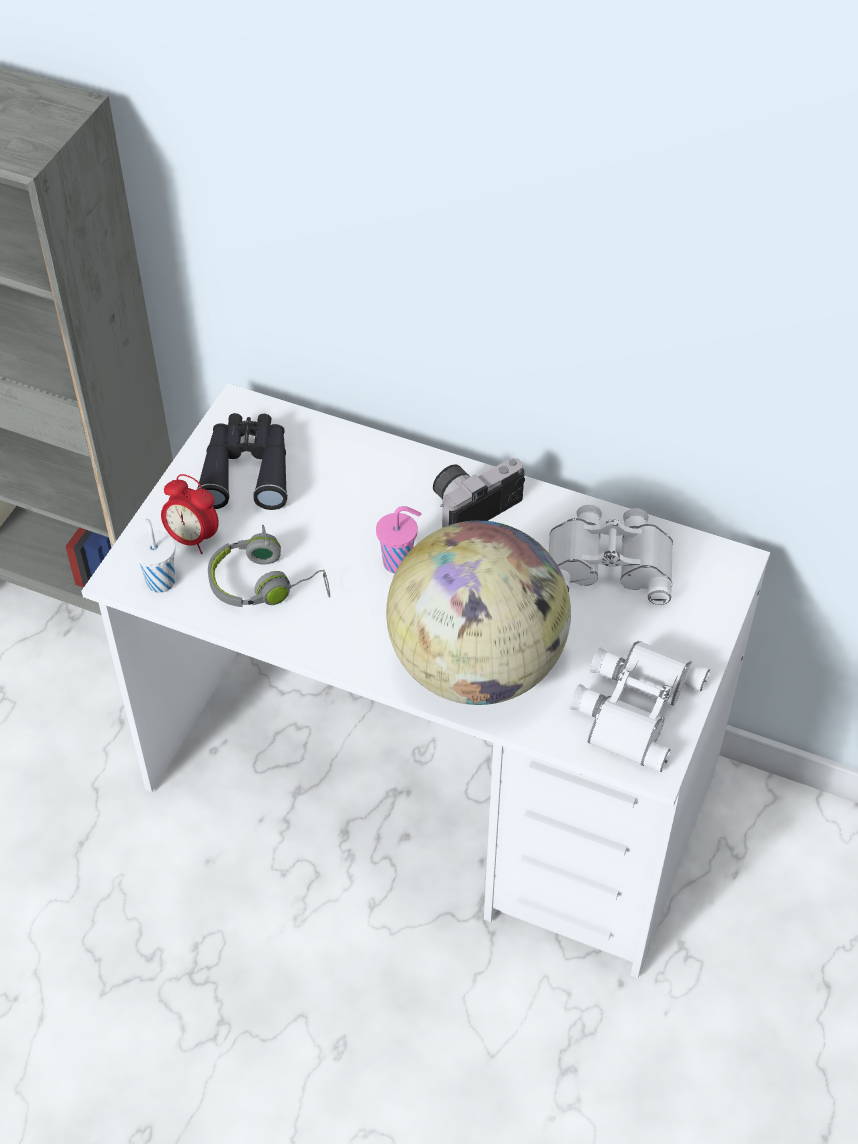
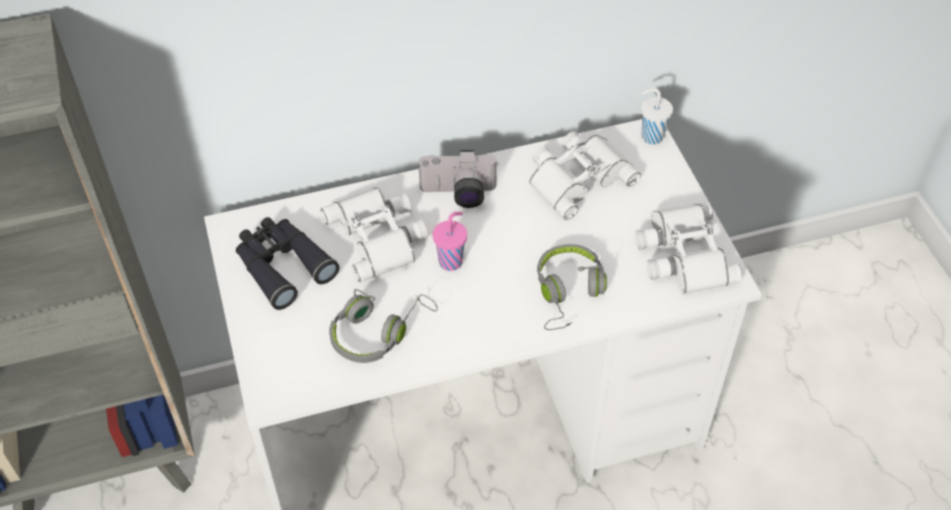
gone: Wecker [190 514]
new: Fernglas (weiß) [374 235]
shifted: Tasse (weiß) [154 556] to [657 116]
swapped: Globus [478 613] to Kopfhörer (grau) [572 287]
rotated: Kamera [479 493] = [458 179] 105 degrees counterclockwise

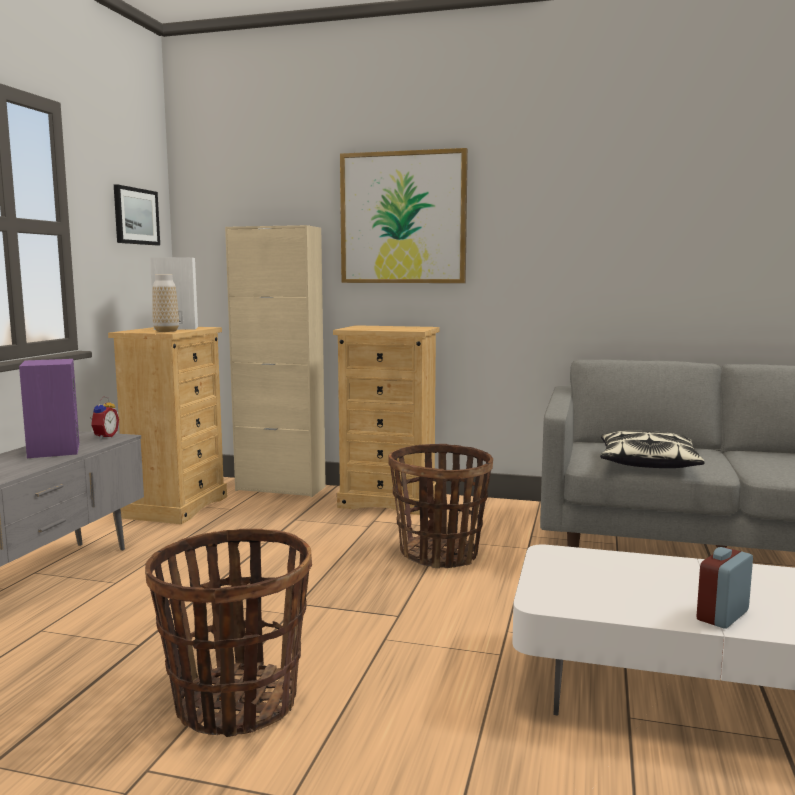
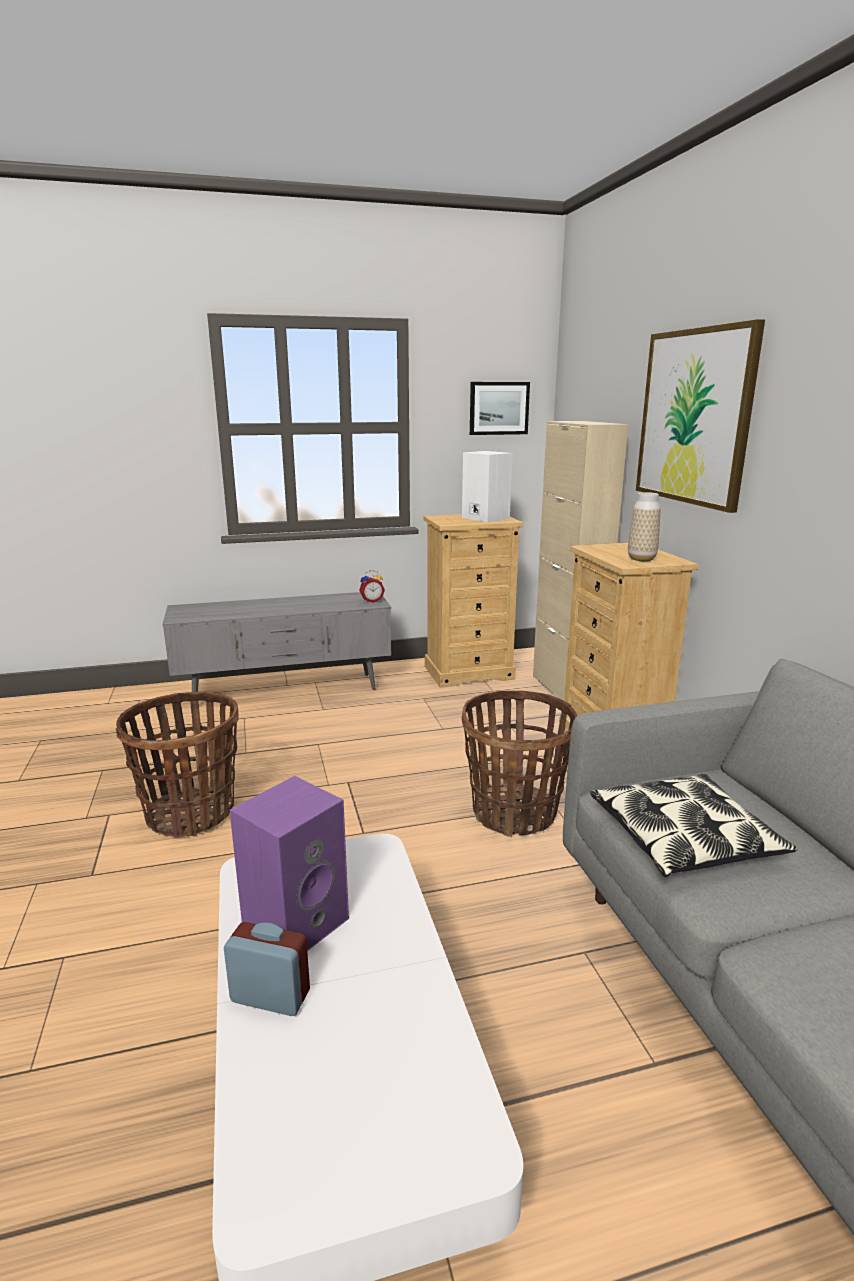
shifted: Lautsprecher (lila) [49 408] to [289 863]; Vase [166 303] to [644 526]

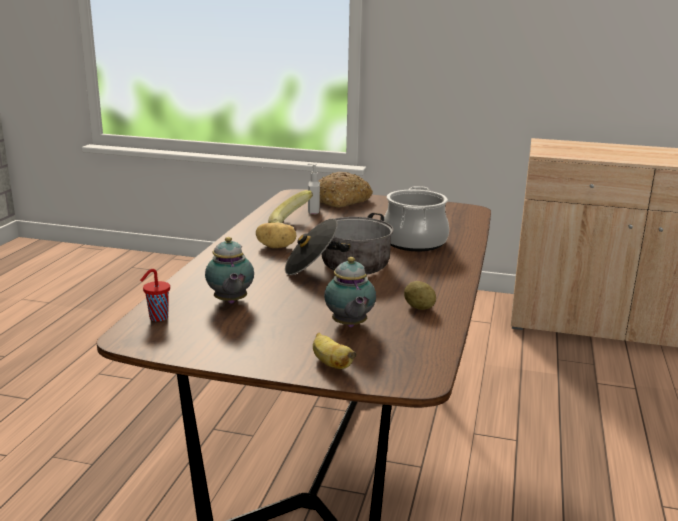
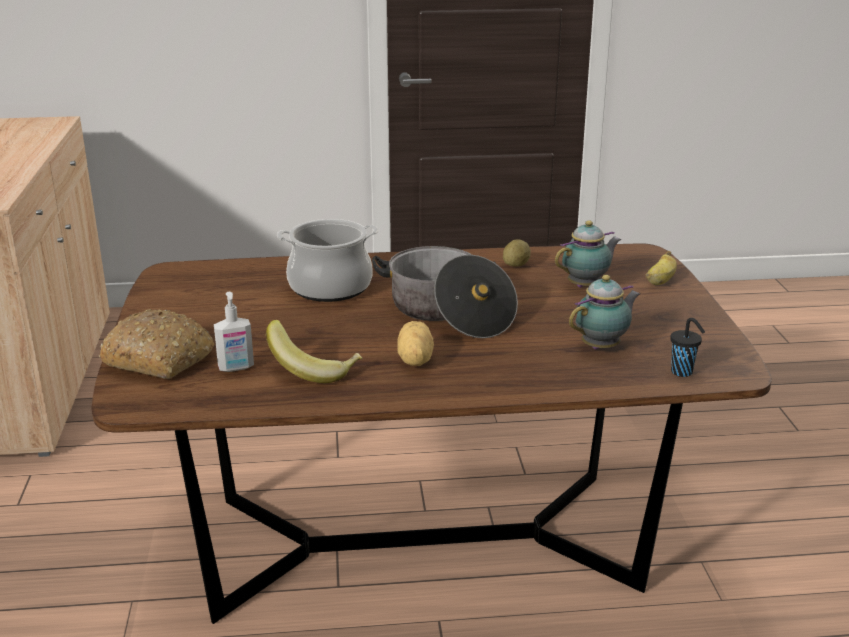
repainted: Tasse (rot) [155 295] to Tasse (schwarz) [687 347]

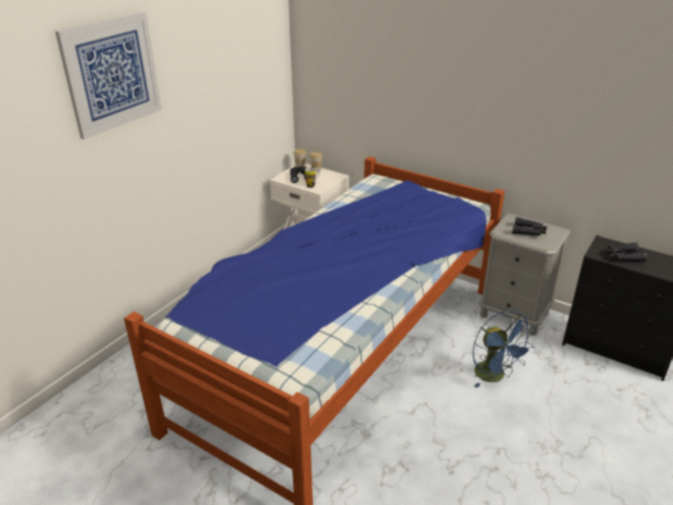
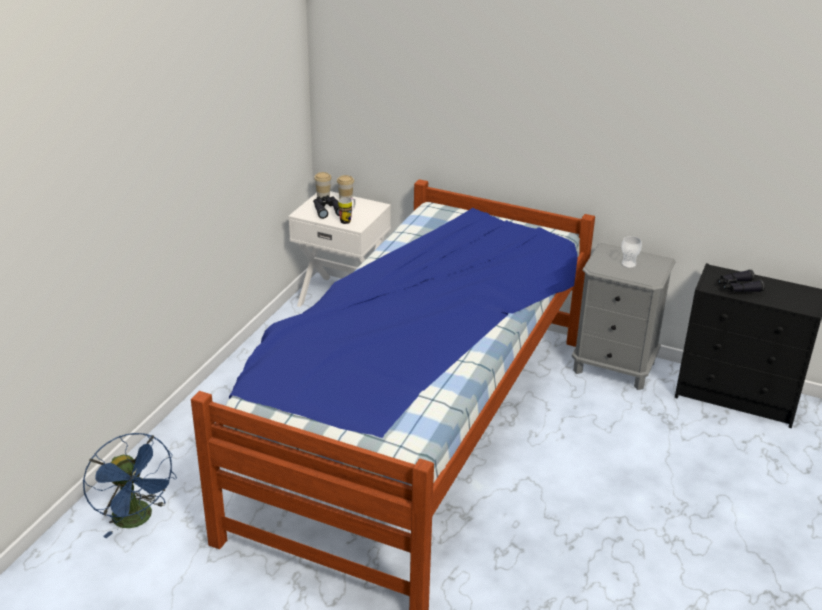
gone: Bild [108 75]
shifted: Ventilator (blau) [504 349] to [130 485]
swapped: Fernglas (schwarz) [529 226] to Tasse [631 252]

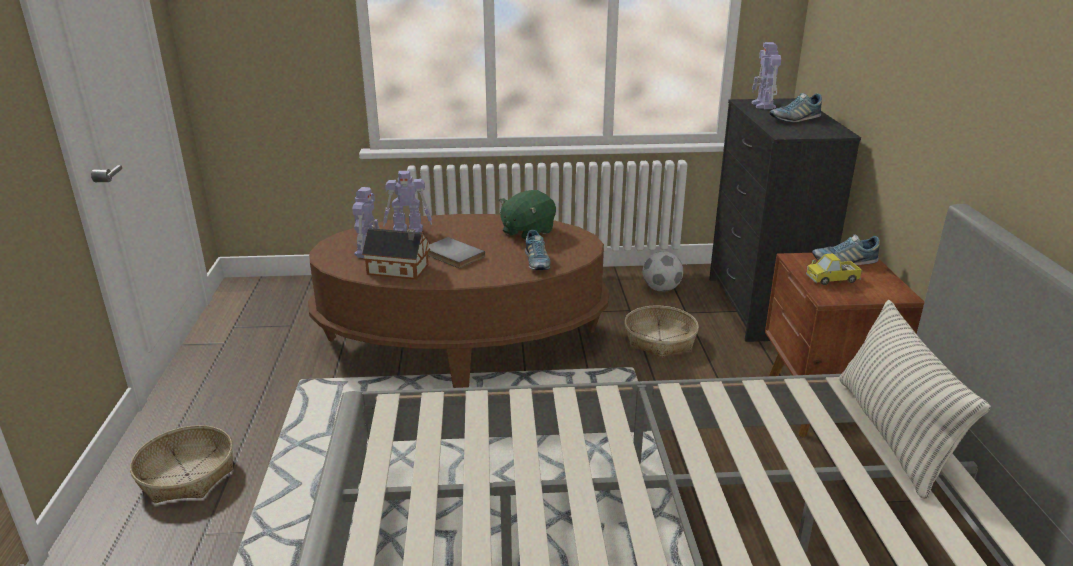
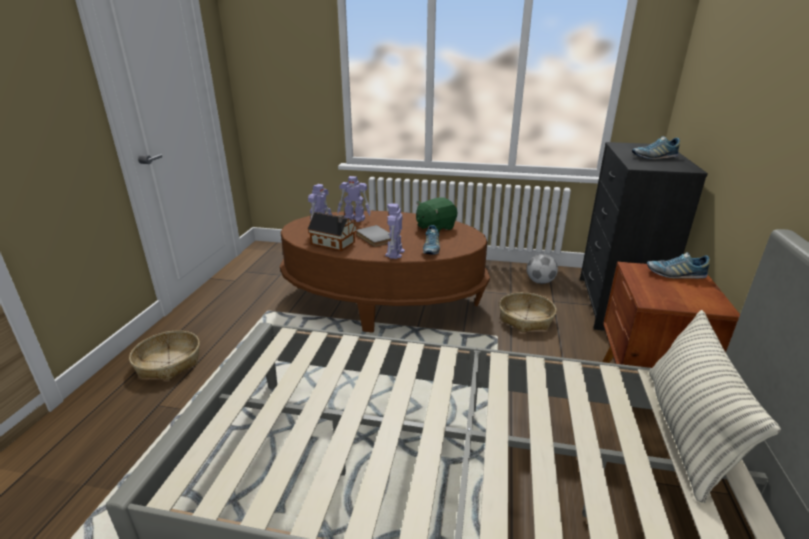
gone: Spielzeuglaster [834 269]
shifted: Spielzeugroboter [766 75] to [395 231]

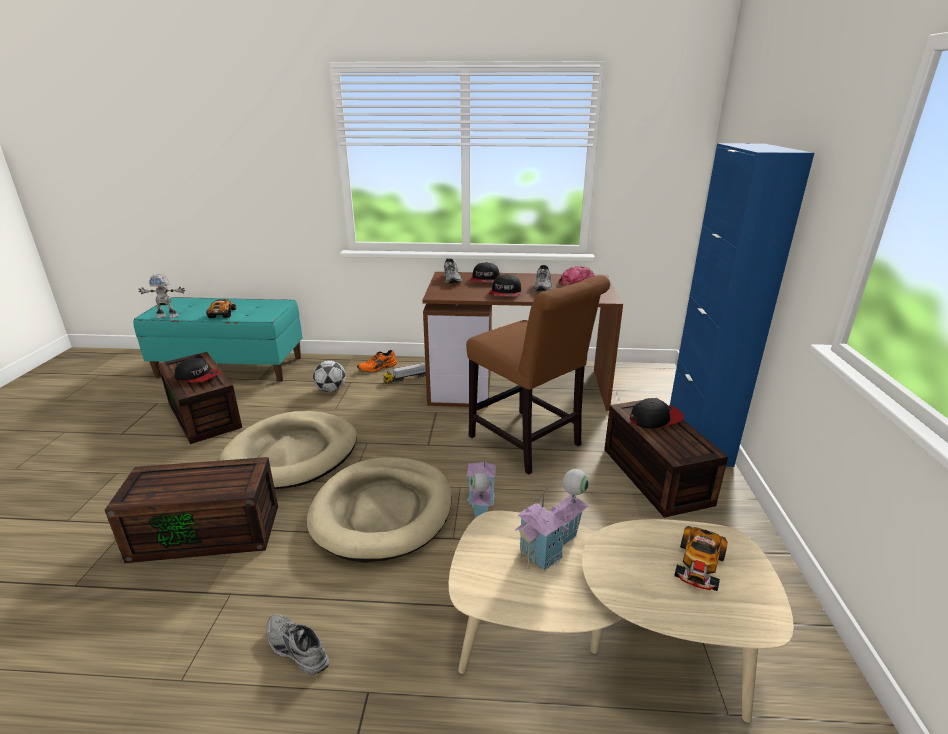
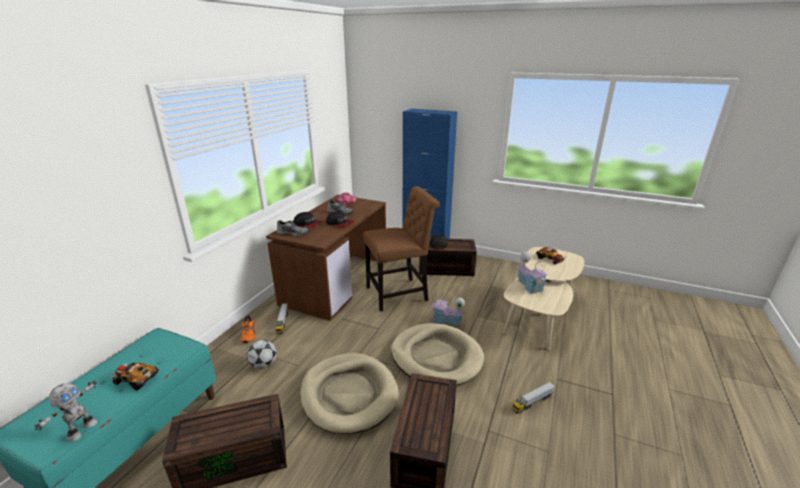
gone: Kappe [197 370]
swapped: Schuh (grau) [297 644] to Spielzeuglaster [533 397]

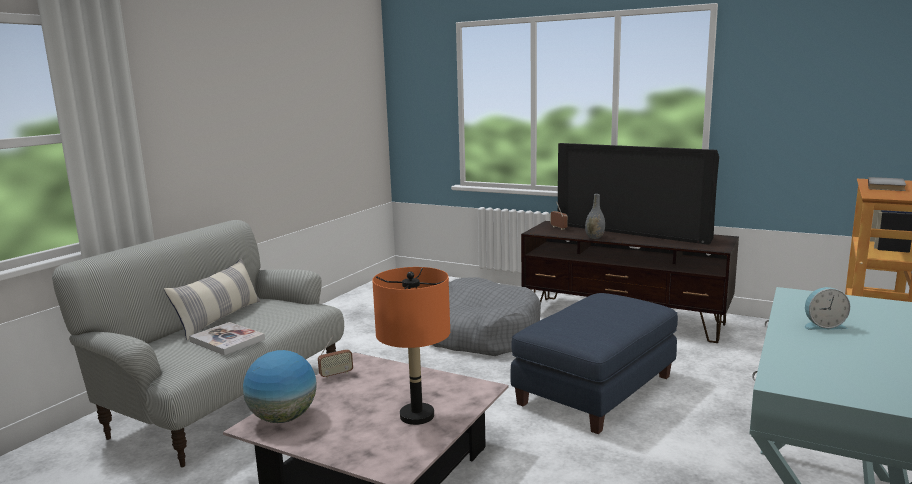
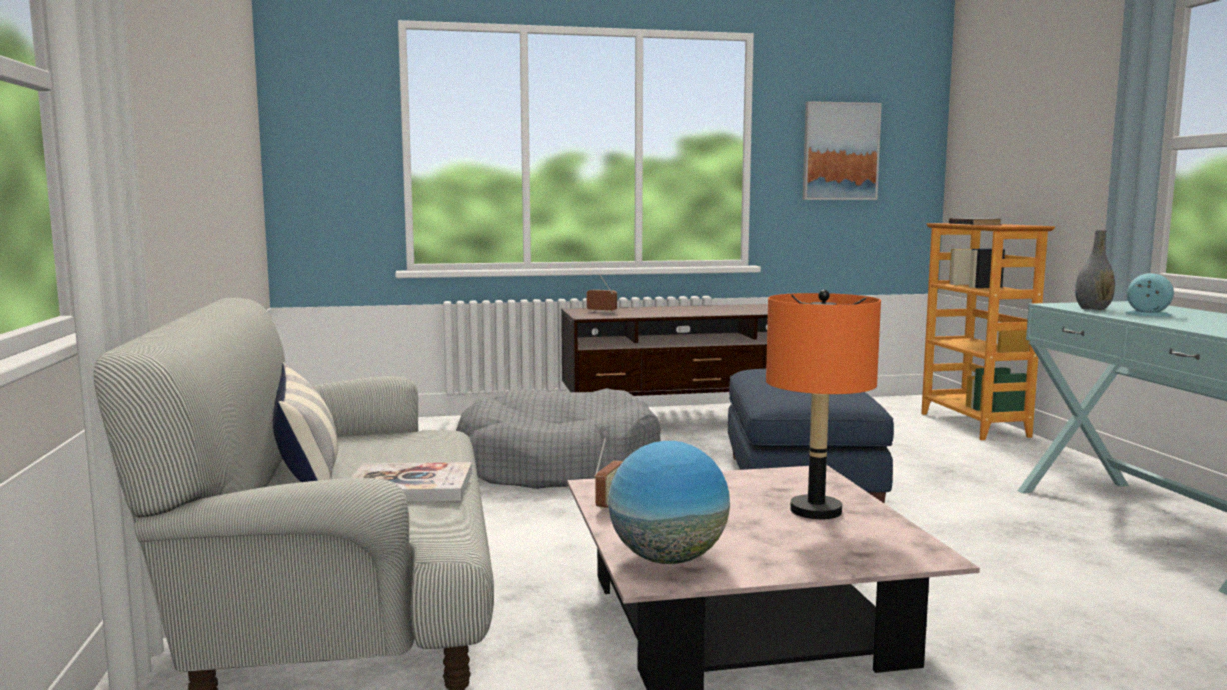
gone: Fernseher [638 194]
new: Bild [842 150]
shifted: Vase (grau) [595 216] to [1095 270]
rotated: Wecker [827 308] = [1150 295] 105 degrees counterclockwise

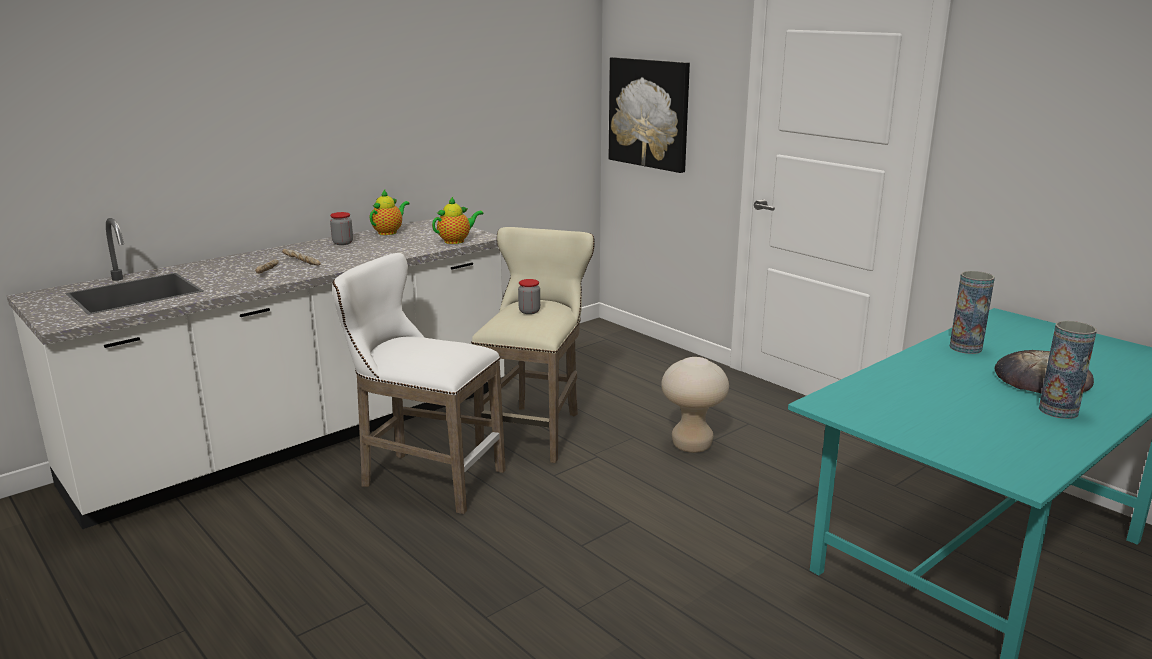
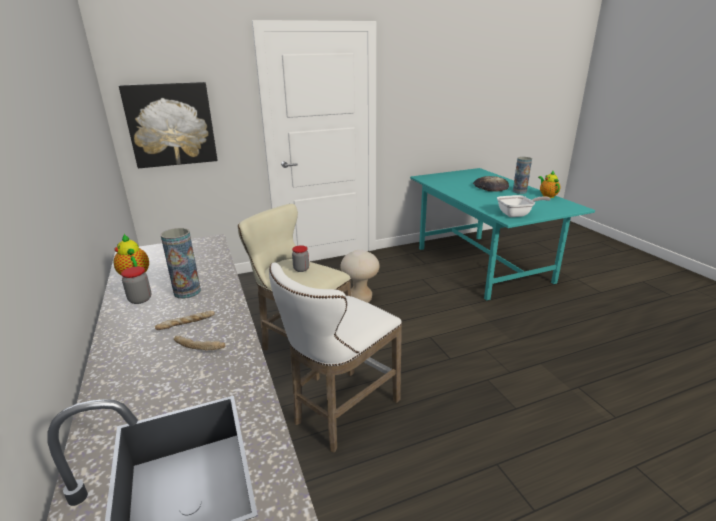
new: Pfanne [524 206]
shifted: Teekanne [458 220] to [549 184]; Vase [972 312] to [181 263]

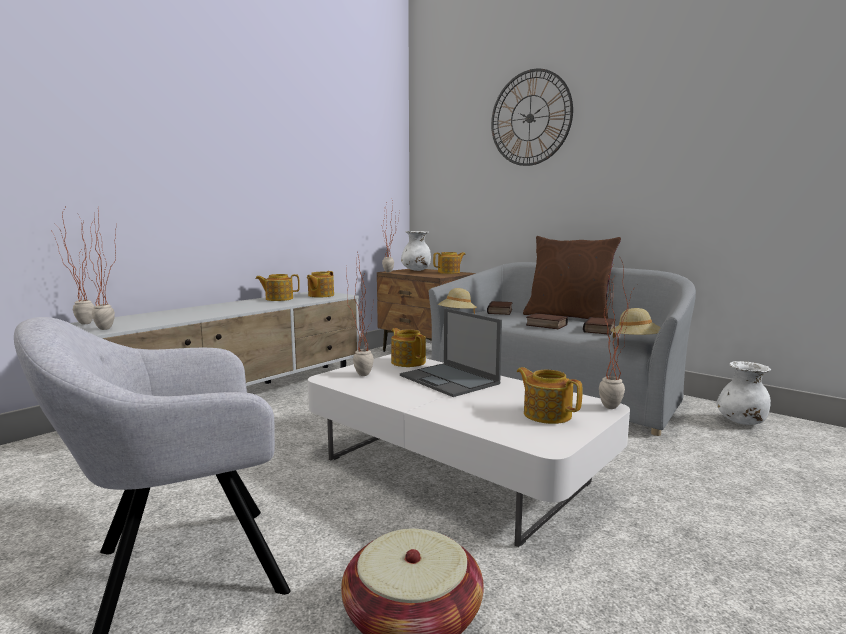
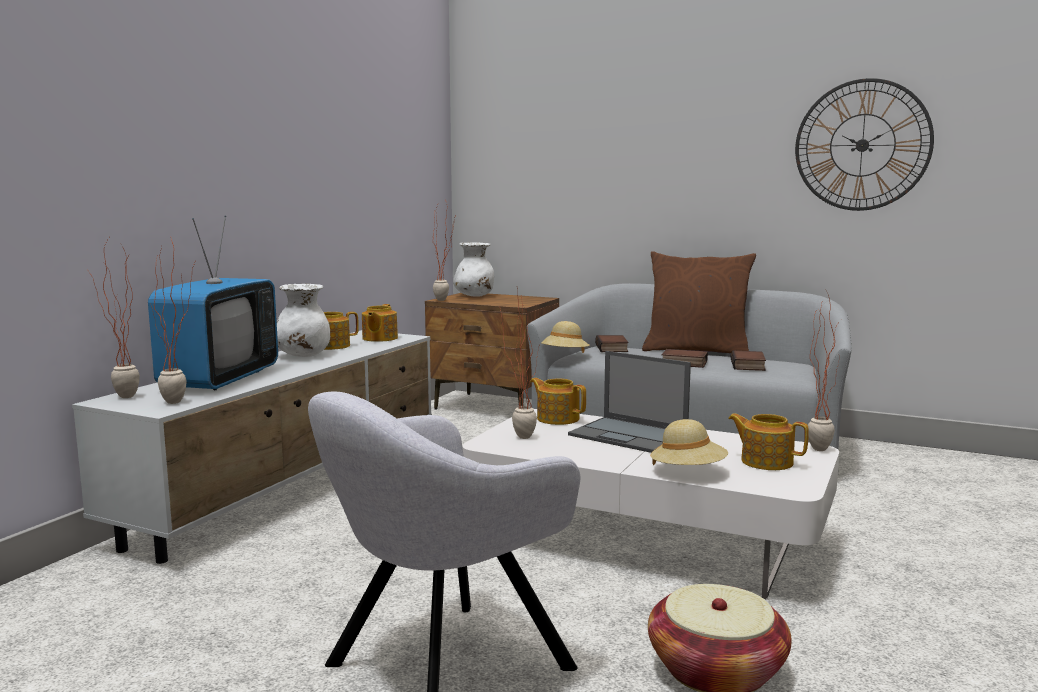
gone: Teekanne [449 263]
new: Fernseher [213 303]
shifted: Wanduhr [532 117] to [864 144]; Hut (beige) [636 323] to [689 442]; Vase (weiß) [744 393] to [303 320]

